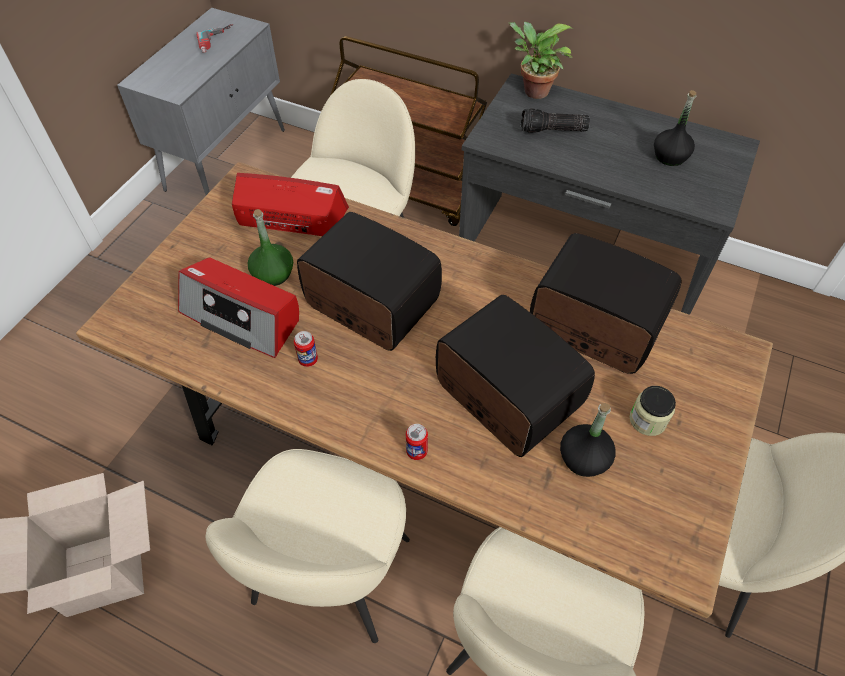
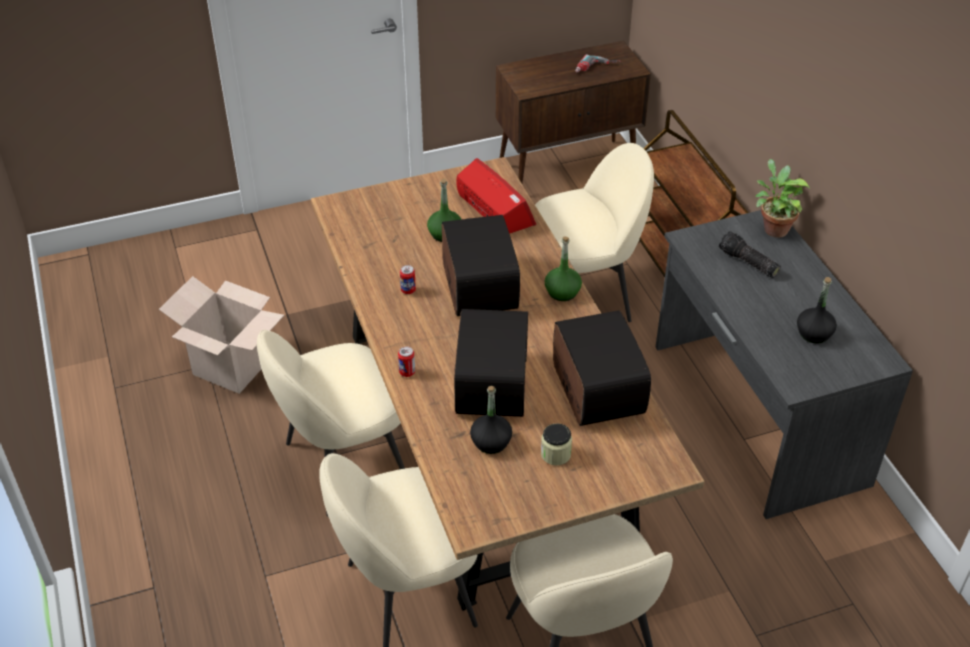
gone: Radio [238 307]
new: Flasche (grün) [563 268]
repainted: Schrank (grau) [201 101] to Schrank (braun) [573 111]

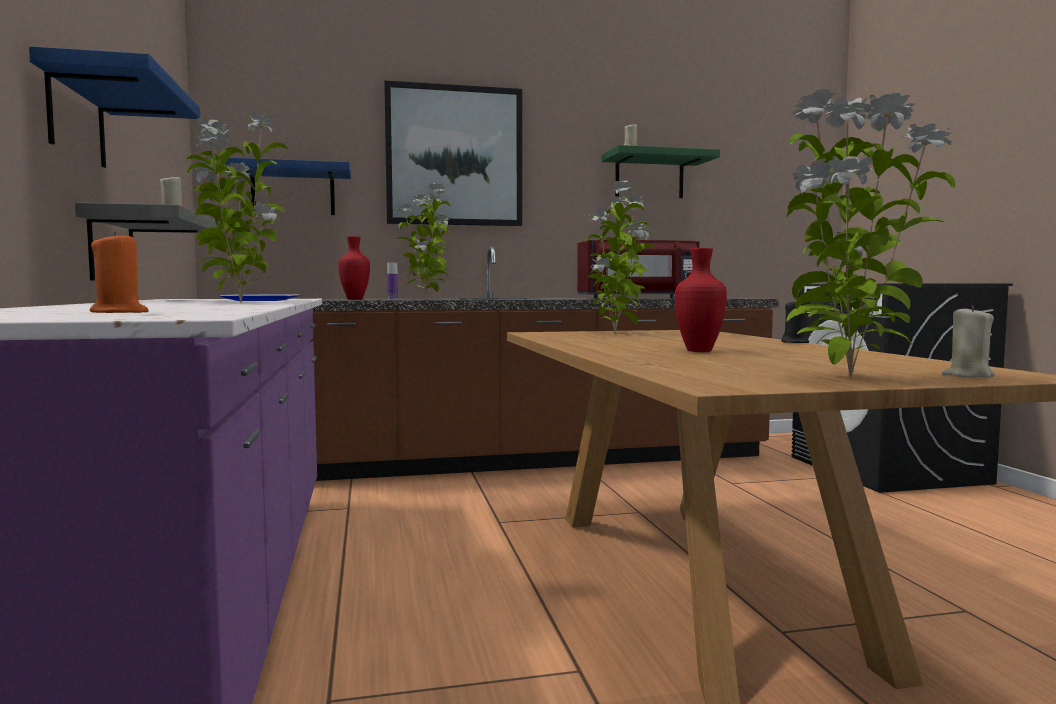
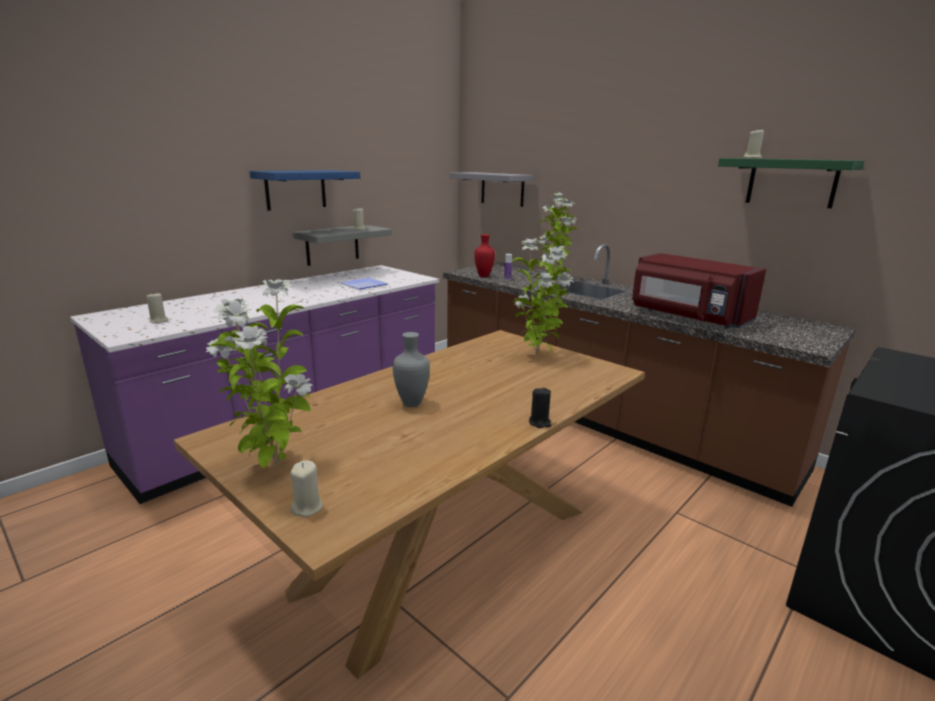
gone: Topfpflanze [237 207]; Bild [453 153]
repainted: Kerze (orange) [119 272] to Kerze (beige) [157 307]; Wandregal (blau) [288 186] to Wandregal (grau) [492 189]; Vase (rot) [701 300] to Vase (grau) [411 369]

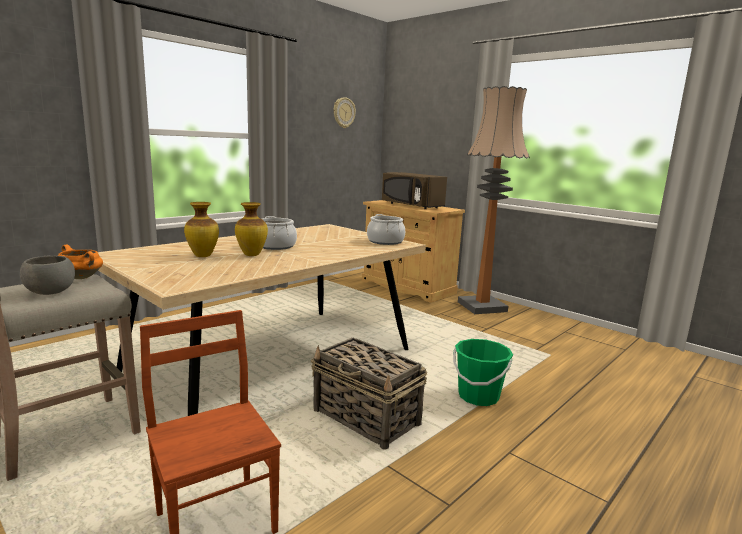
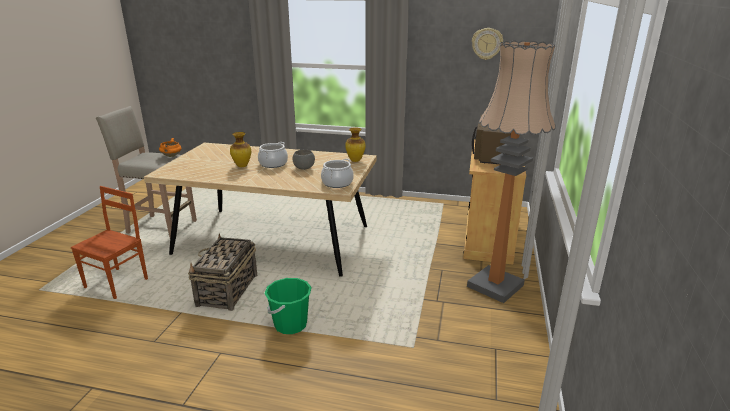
shifted: Schüssel (grau) [47 275] to [303 160]; Vase [201 229] to [355 144]

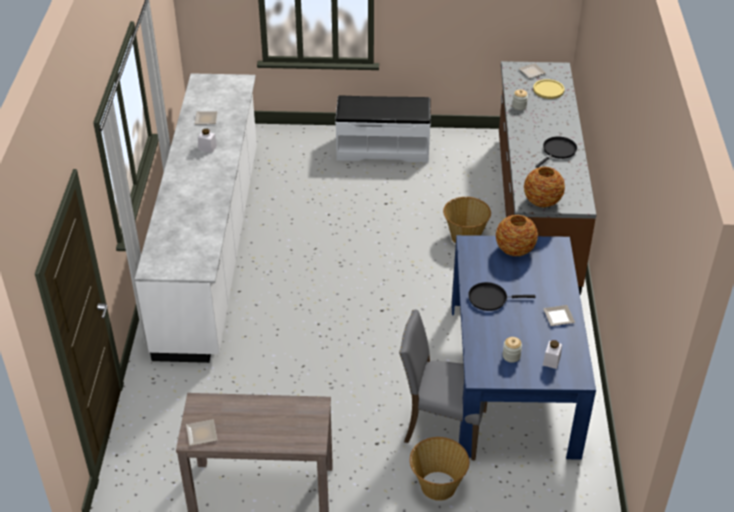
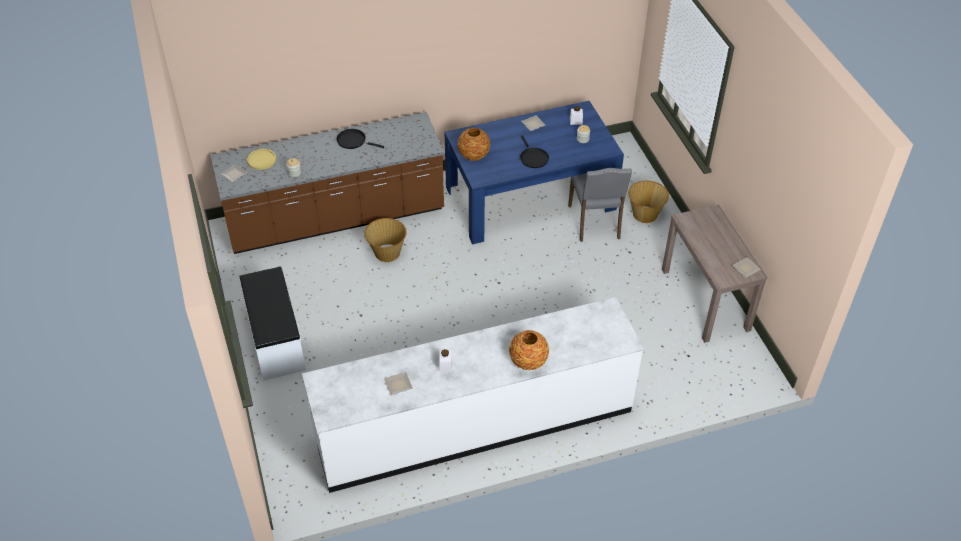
shifted: Vase [544 187] to [529 350]

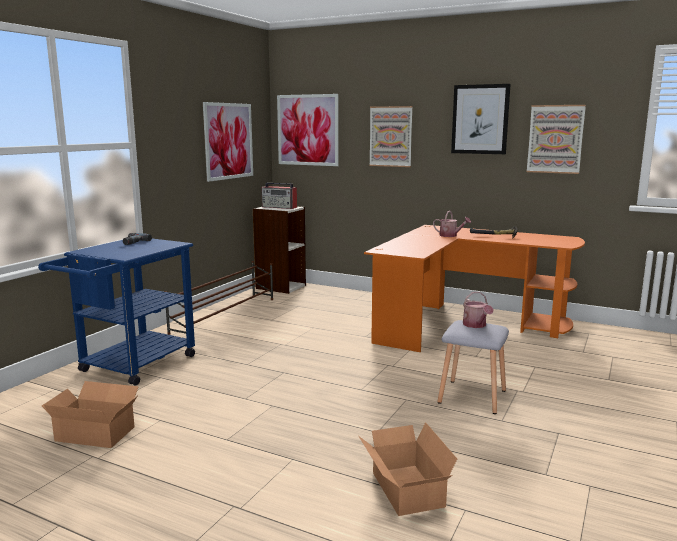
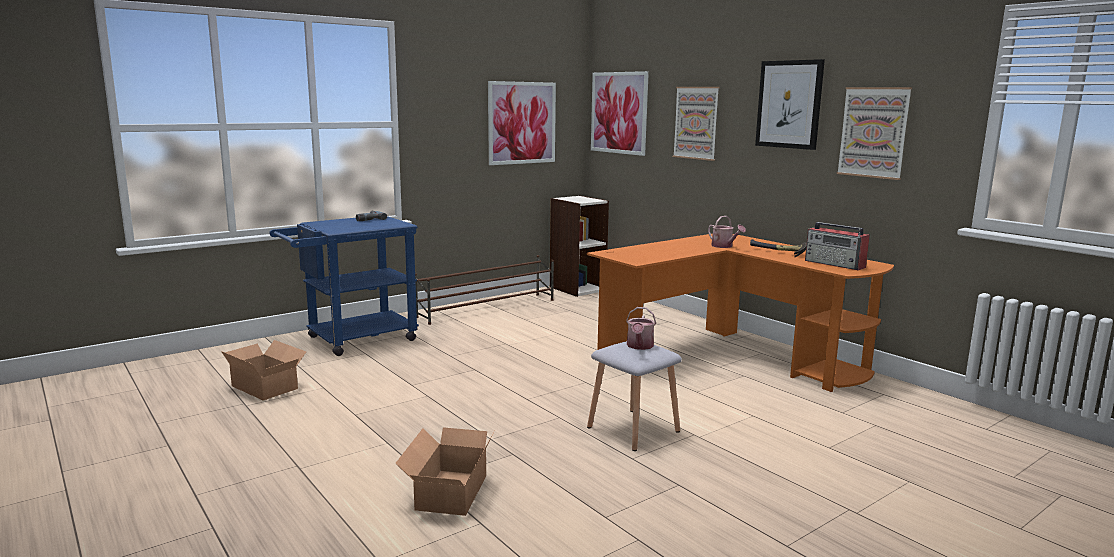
shifted: Radio [279 196] to [837 246]

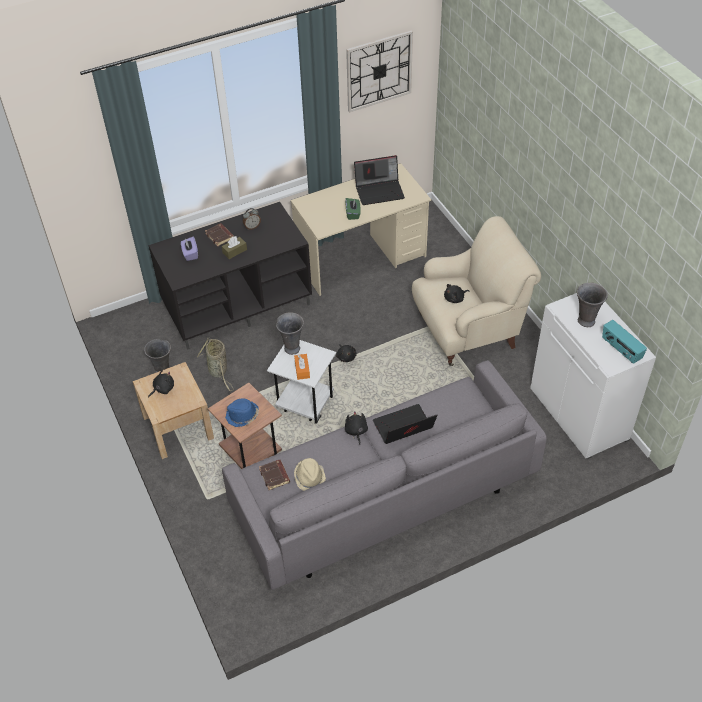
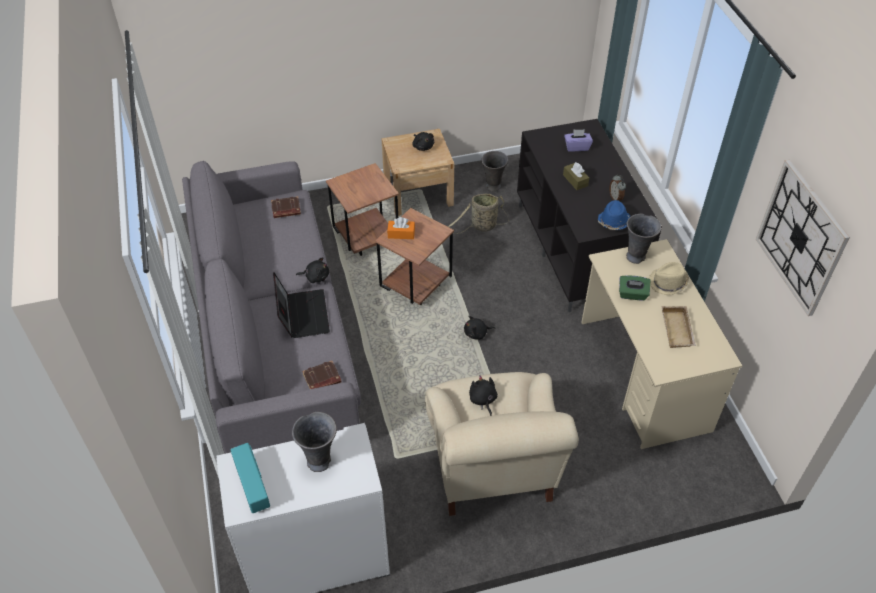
shifted: Buch (braun) [219 235] to [322 375]; Hut (blau) [242 412] to [614 215]; Vase (grau) [290 333] to [644 239]; Hut (beige) [310 474] to [669 278]
swapped: Laptop [379 180] to Tablett (beige) [679 327]
repainted: Beistelltisch (weiß) [301 382] to Beistelltisch (braun) [414 256]
rotated: Radio [624 342] = [250 478] 90 degrees clockwise

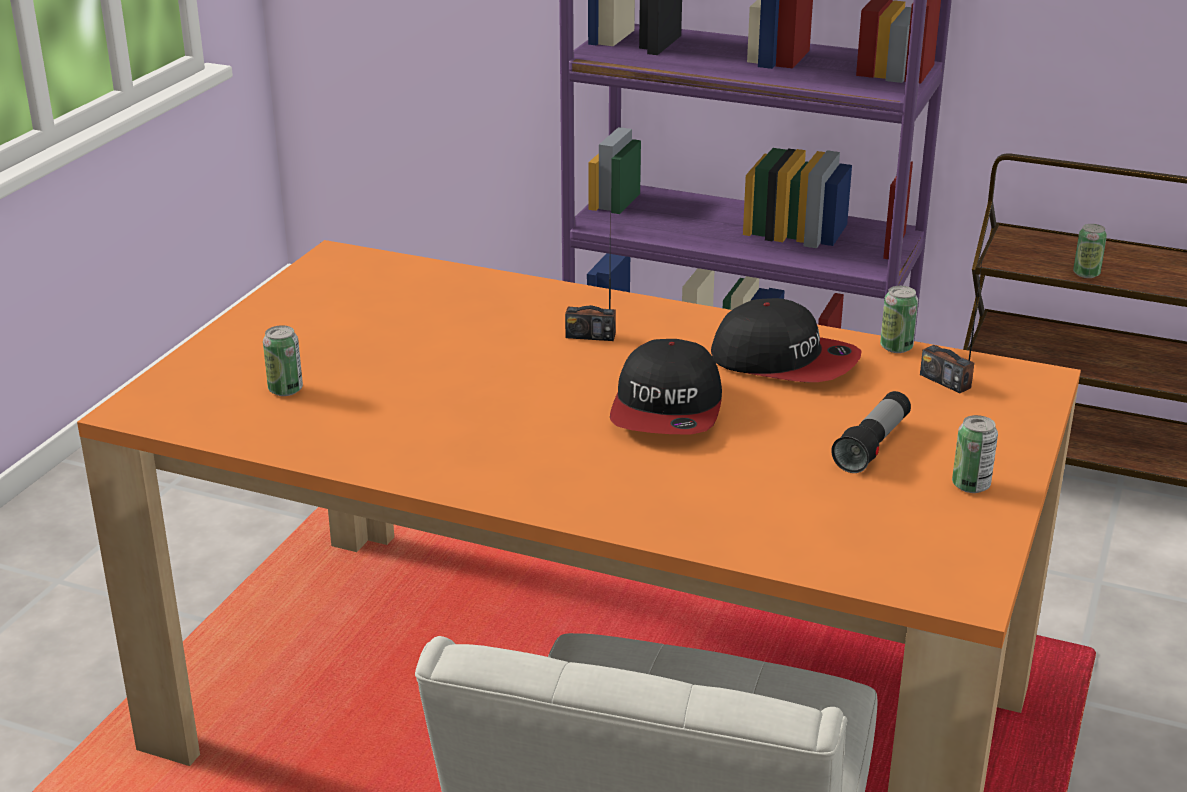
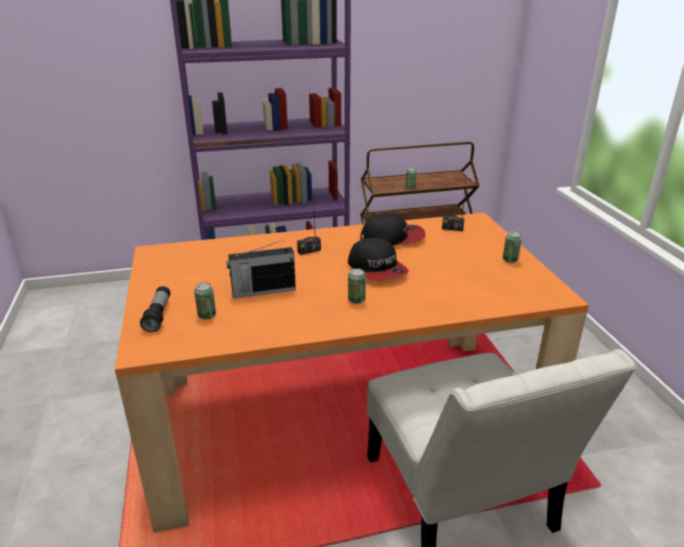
new: Radio [261 269]
shifted: Taschenlampe [871 432] to [155 309]; Dose [899 319] to [357 286]

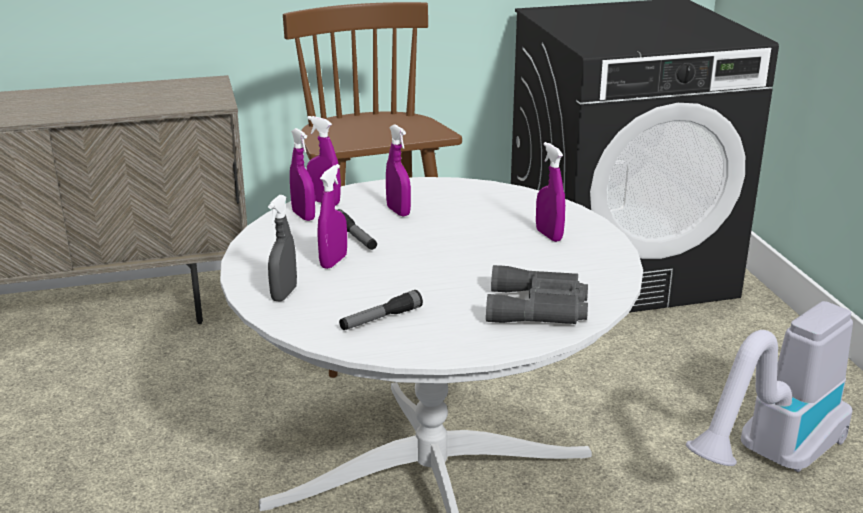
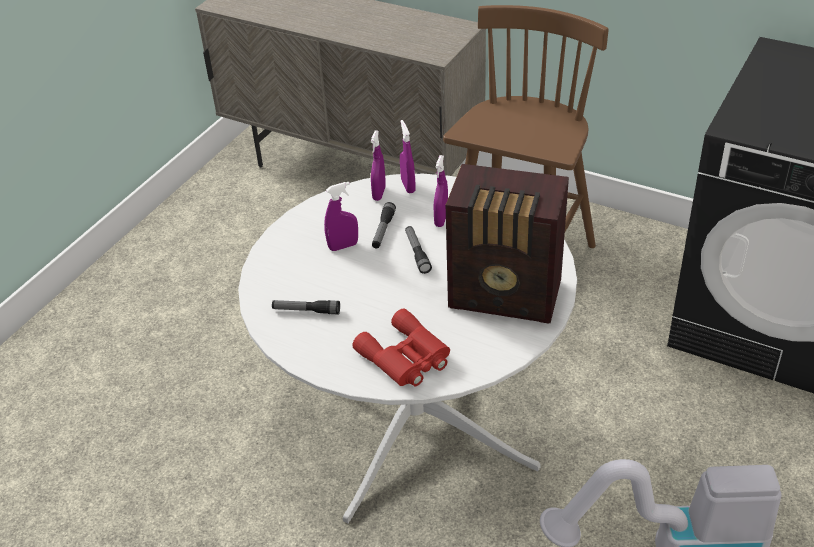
gone: Sprühflasche (grau) [282 248]
new: Taschenlampe [418 250]
swapped: Sprühflasche (lila) [550 192] to Radio [507 244]
repainted: Fernglas (grau) [537 294] to Fernglas (rot) [401 347]

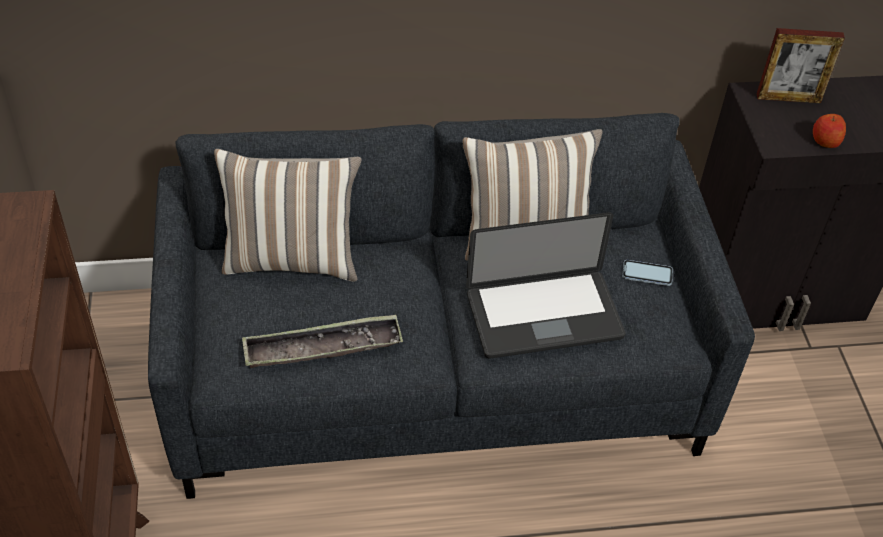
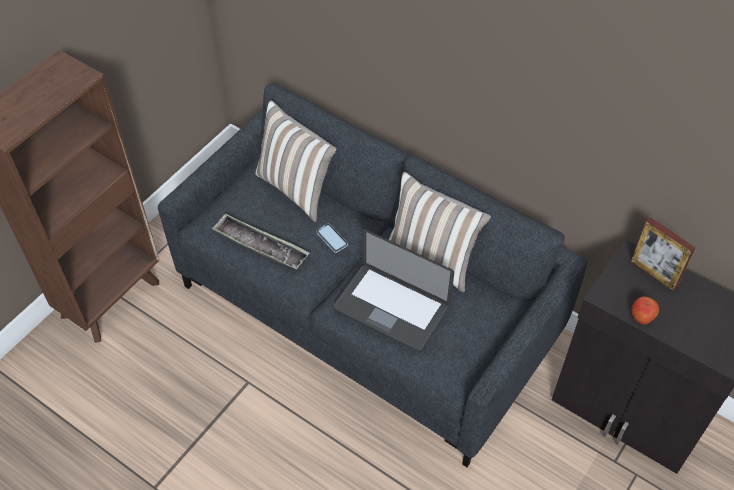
shifted: Handy [647 273] to [332 238]

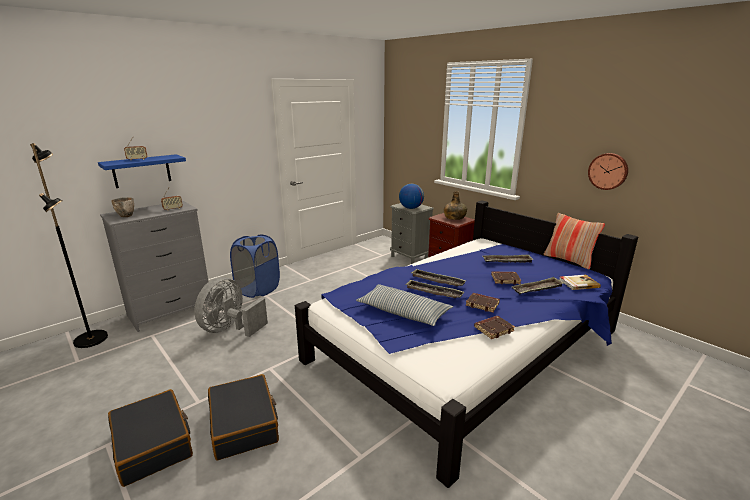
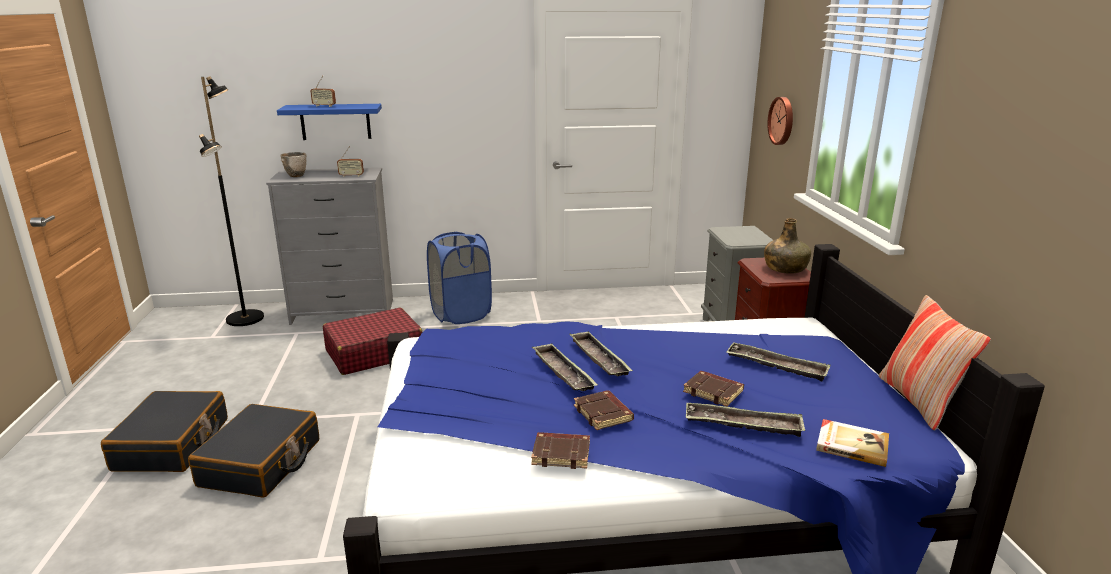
gone: Kissen [404 305]; Globus [411 196]
shifted: Wanduhr [608 171] to [780 121]
swapped: Ventilator (grau) [231 307] to Koffer (rot) [372 341]

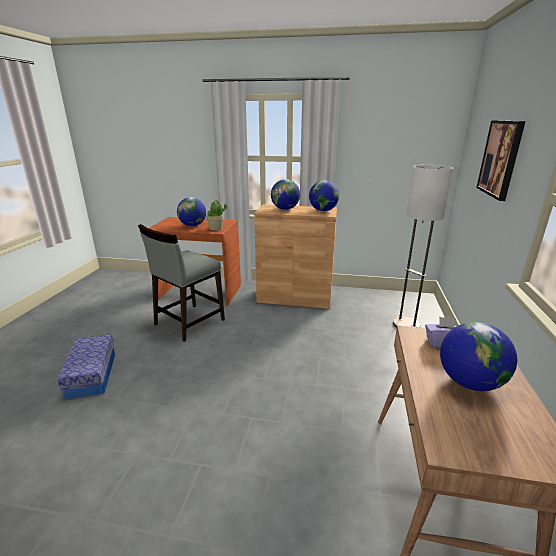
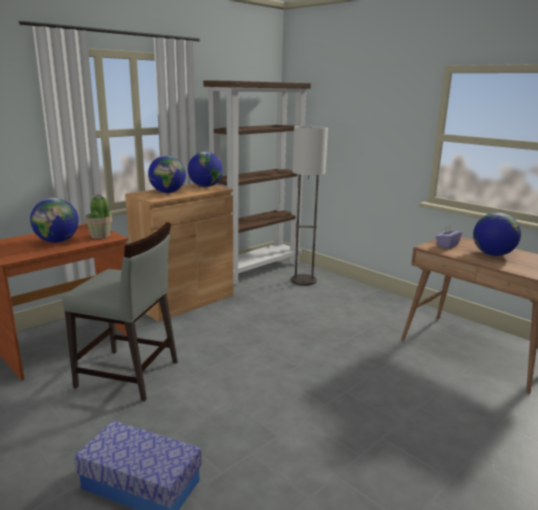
gone: Bild [501 160]
new: Bücherregal (braun) [257 182]
rotated: Stuhl (grau) [181 283] = [120 311] 60 degrees counterclockwise

